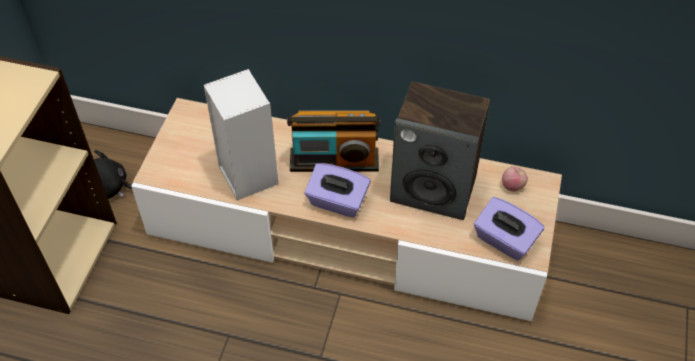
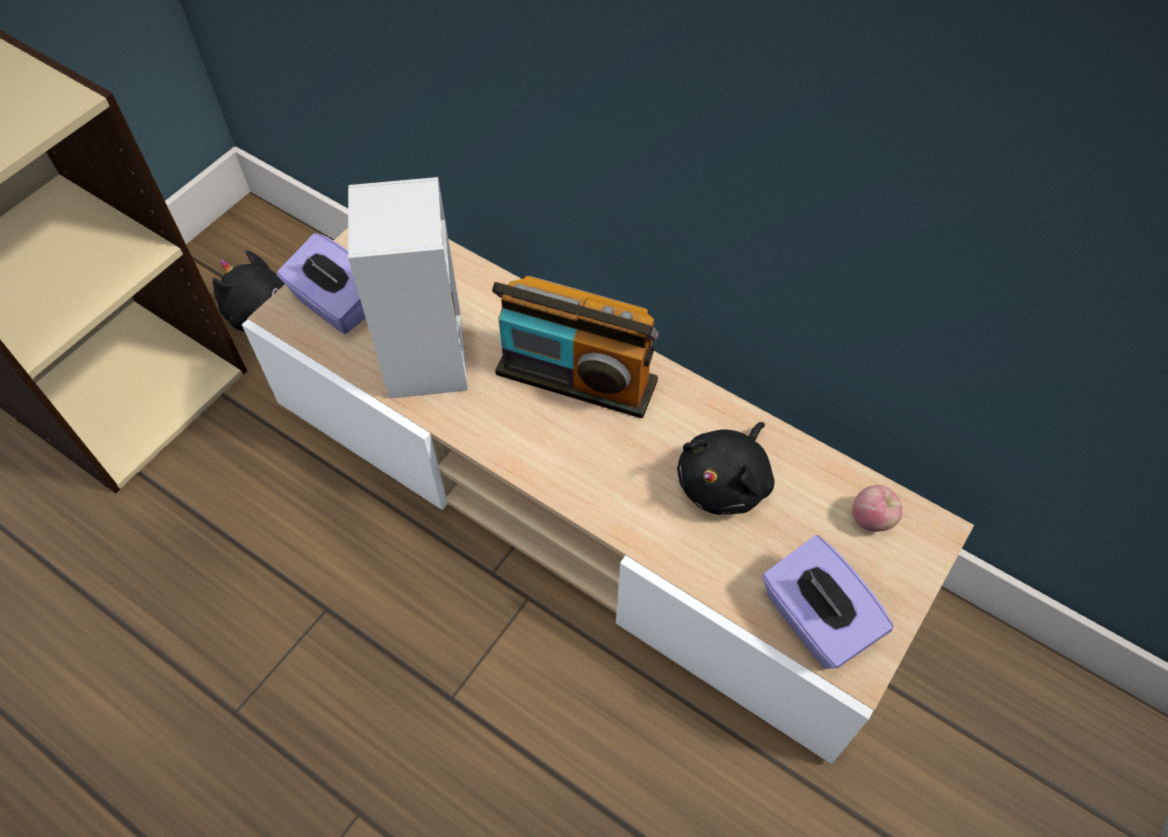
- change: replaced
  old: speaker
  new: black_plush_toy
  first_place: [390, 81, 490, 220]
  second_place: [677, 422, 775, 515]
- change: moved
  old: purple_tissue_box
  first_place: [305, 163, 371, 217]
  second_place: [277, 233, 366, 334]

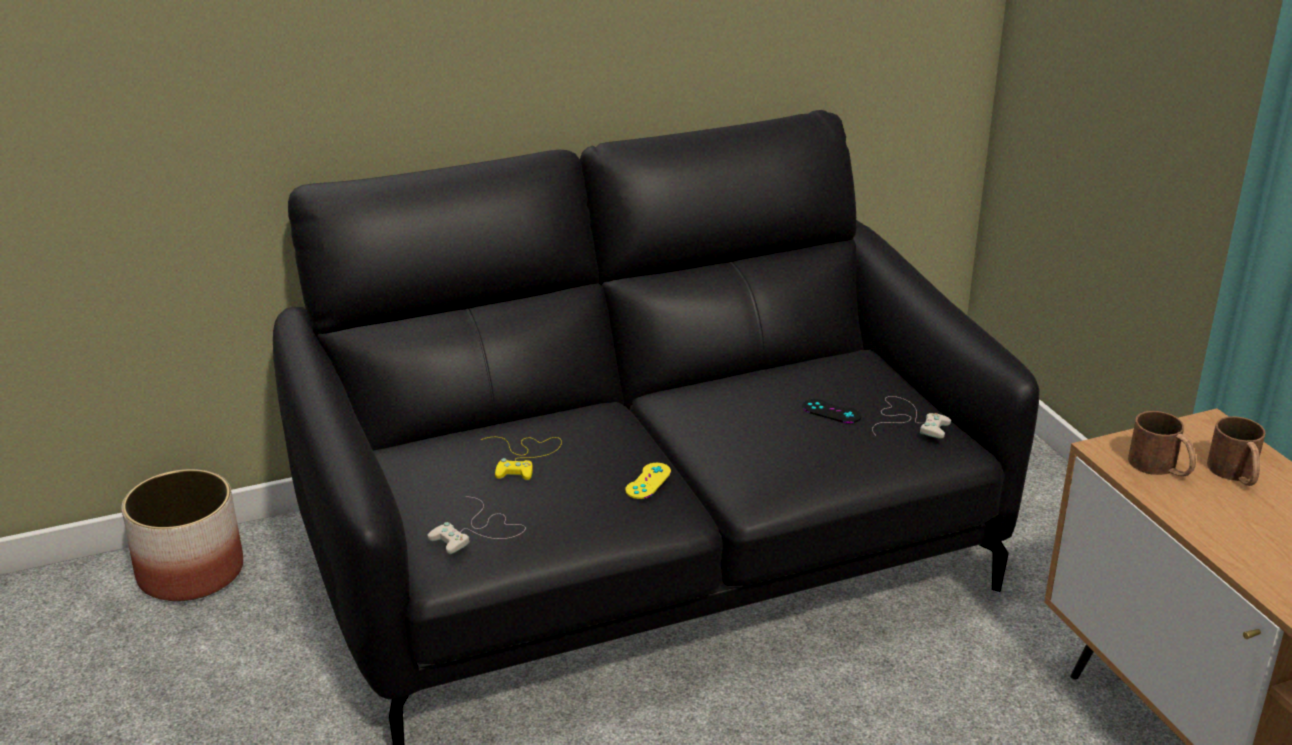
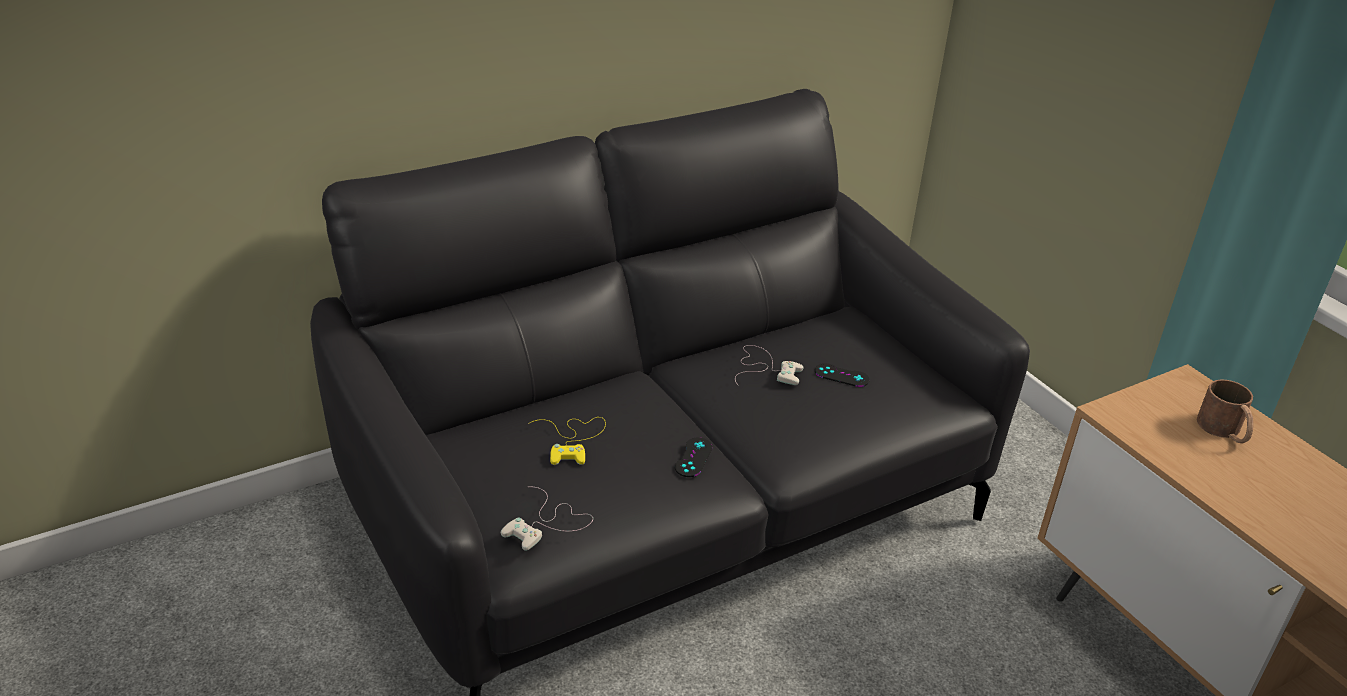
- change: moved
  old: white_game_controller
  first_place: [872, 396, 951, 439]
  second_place: [735, 345, 804, 386]
- change: removed
  old: brown_mug
  first_place: [1128, 411, 1196, 477]
- change: recoloured
  old: yellow_game_controller
  new: black_game_controller
  first_place: [625, 463, 671, 499]
  second_place: [675, 438, 712, 477]
- change: removed
  old: planter
  first_place: [122, 469, 243, 601]

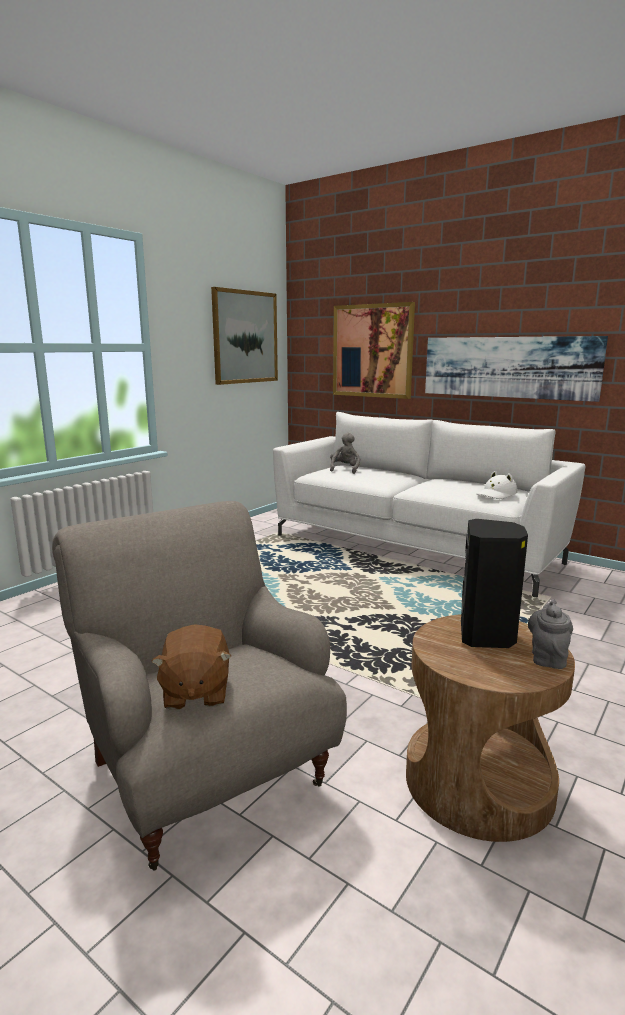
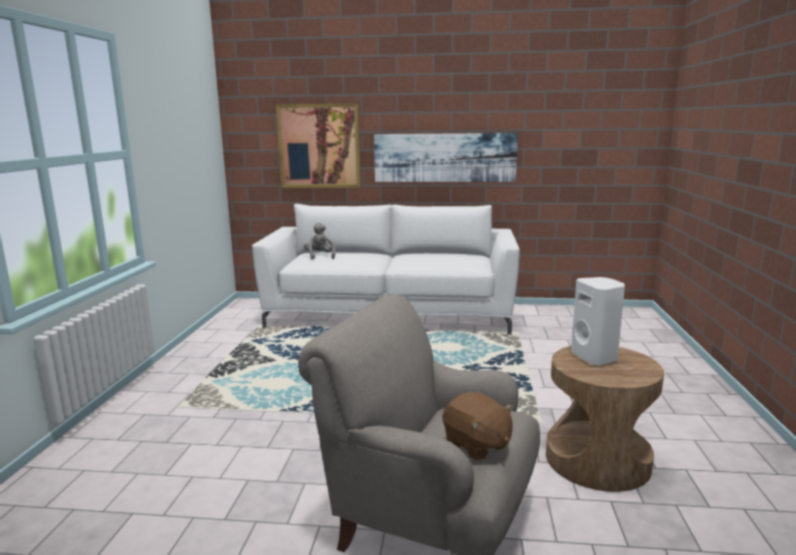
- change: removed
  old: picture
  first_place: [211, 287, 278, 385]
- change: removed
  old: white_hat
  first_place: [477, 471, 518, 499]
- change: recoloured
  old: black_speaker
  new: white_speaker
  first_place: [461, 519, 528, 648]
  second_place: [571, 277, 625, 366]
- change: removed
  old: grey_teapot
  first_place: [528, 599, 573, 669]

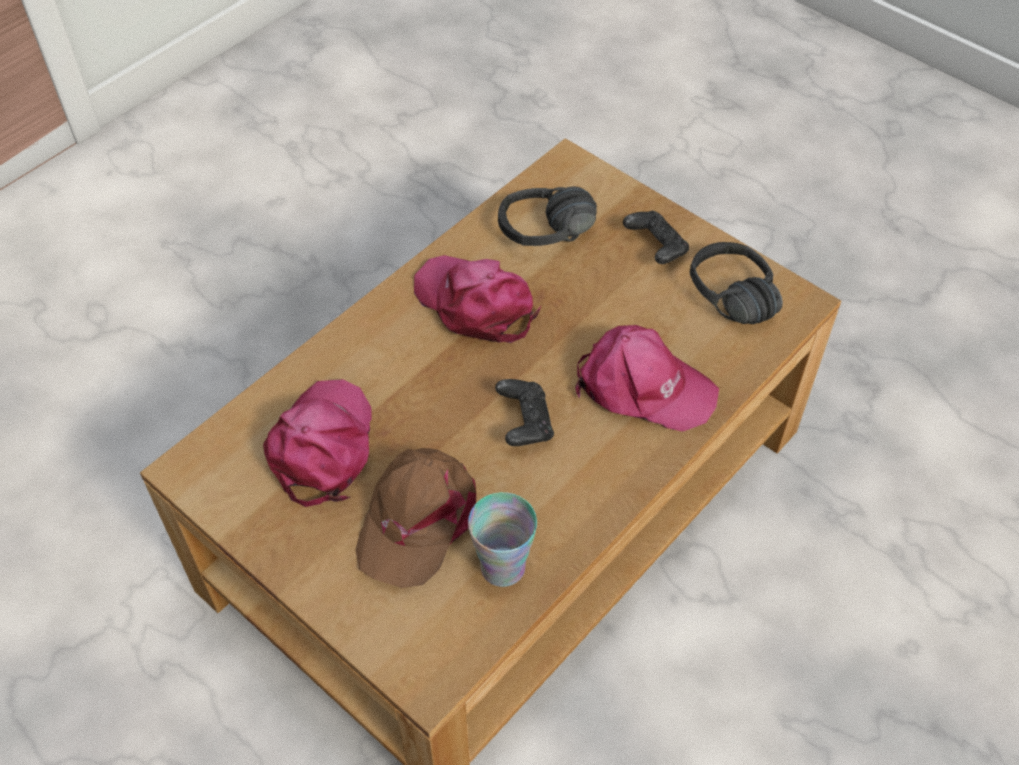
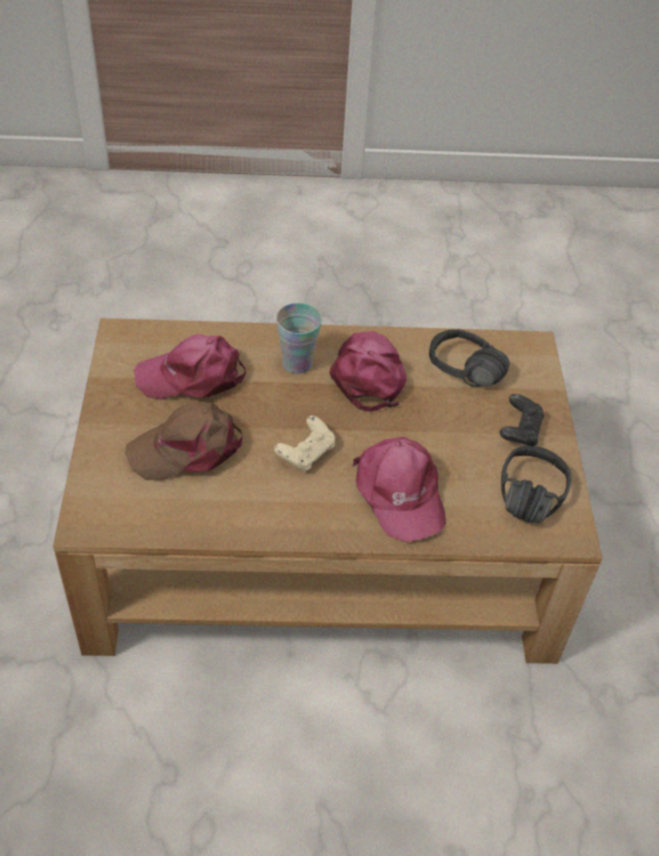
- change: turned
  old: pink_cap
  first_place: [263, 379, 372, 507]
  second_place: [134, 334, 246, 400]
  degrees: -150
- change: recoloured
  old: black_game_controller
  new: beige_game_controller
  first_place: [495, 379, 554, 446]
  second_place: [274, 416, 335, 472]
- change: moved
  old: cup
  first_place: [468, 492, 537, 587]
  second_place: [276, 303, 322, 374]

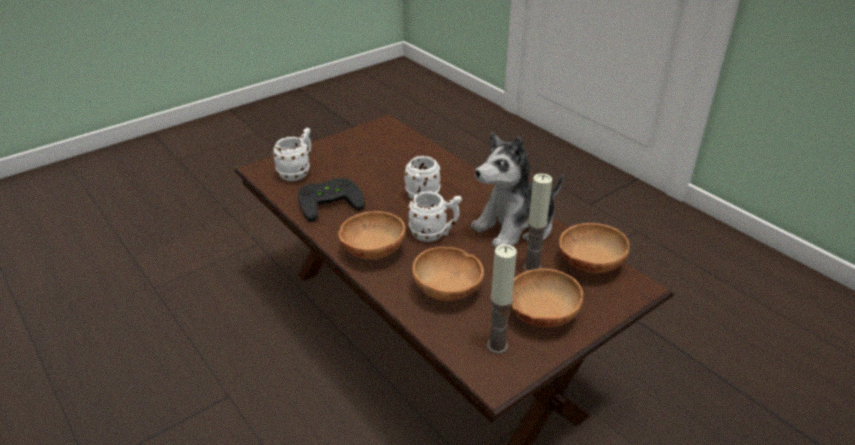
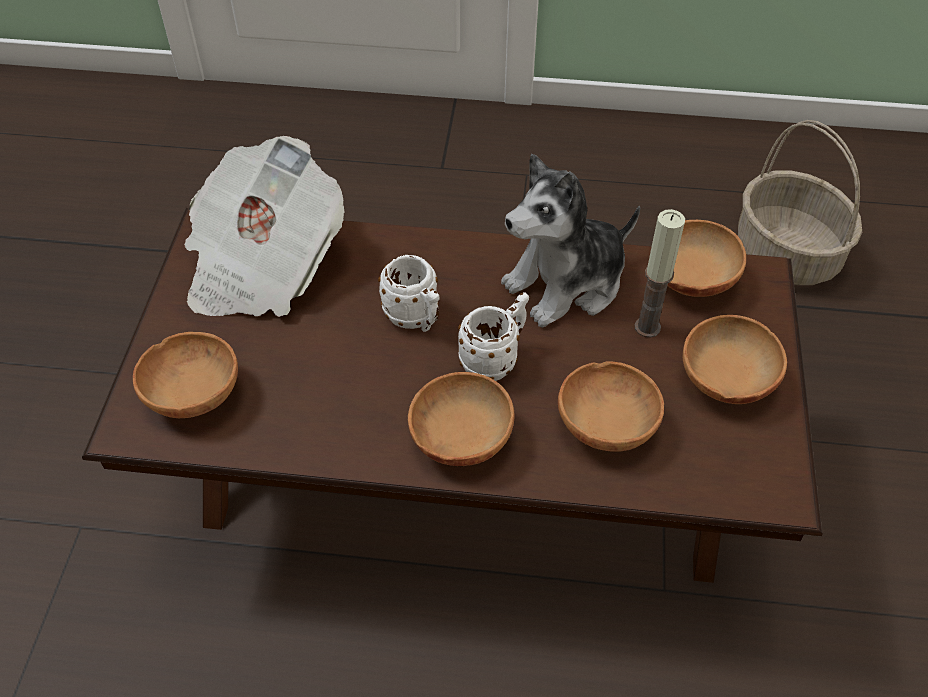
- change: replaced
  old: white_mug
  new: brown_bowl
  first_place: [273, 128, 311, 181]
  second_place: [133, 332, 238, 418]
- change: turned
  old: plush_toy
  first_place: [471, 133, 564, 248]
  second_place: [501, 154, 640, 328]
  degrees: 45
- change: removed
  old: black_game_controller
  first_place: [298, 178, 365, 222]
- change: removed
  old: candle
  first_place: [487, 244, 517, 354]
- change: added
  new: basket
  second_place: [738, 120, 862, 285]
- change: added
  new: newspaper
  second_place: [184, 136, 345, 317]

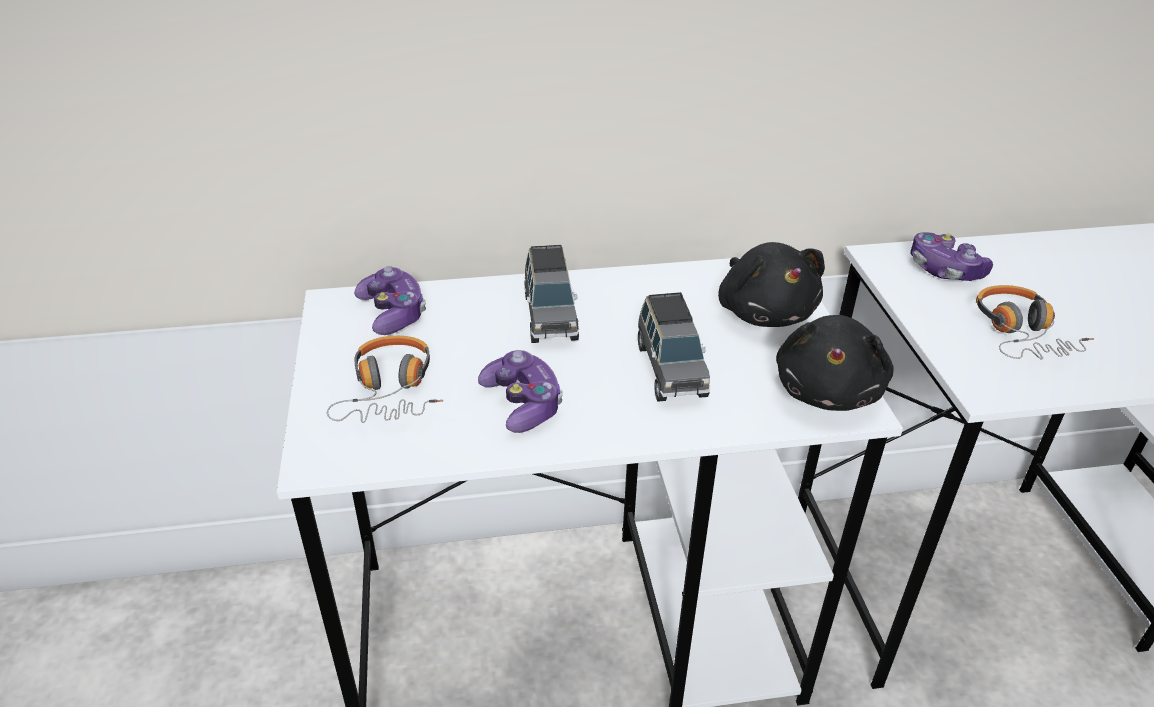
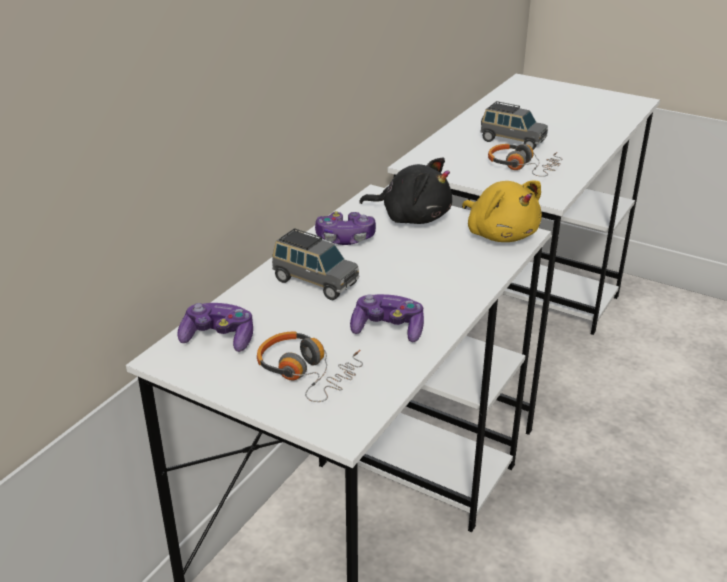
- change: moved
  old: game_controller
  first_place: [910, 232, 993, 281]
  second_place: [315, 211, 376, 245]
- change: moved
  old: grey_toy_car
  first_place: [638, 292, 710, 402]
  second_place: [480, 101, 548, 150]
- change: recoloured
  old: black_plush_toy
  new: yellow_plush_toy
  first_place: [776, 315, 894, 411]
  second_place: [462, 181, 542, 242]

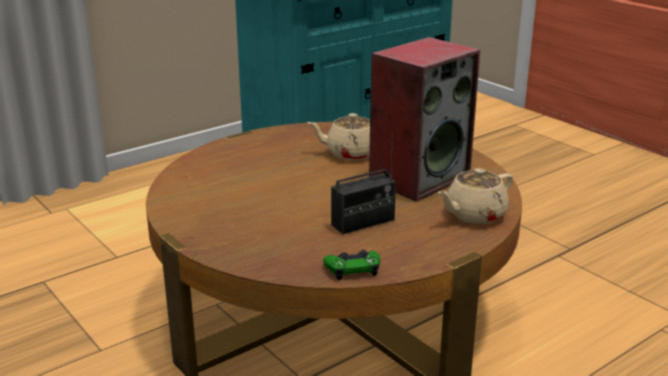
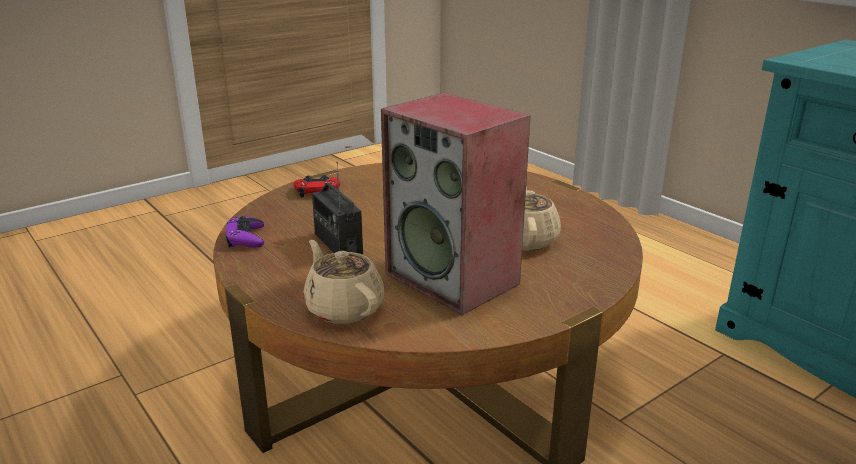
- change: recoloured
  old: green_game_controller
  new: purple_game_controller
  first_place: [323, 250, 380, 280]
  second_place: [226, 216, 264, 248]
- change: added
  new: red_game_controller
  second_place: [294, 175, 340, 197]

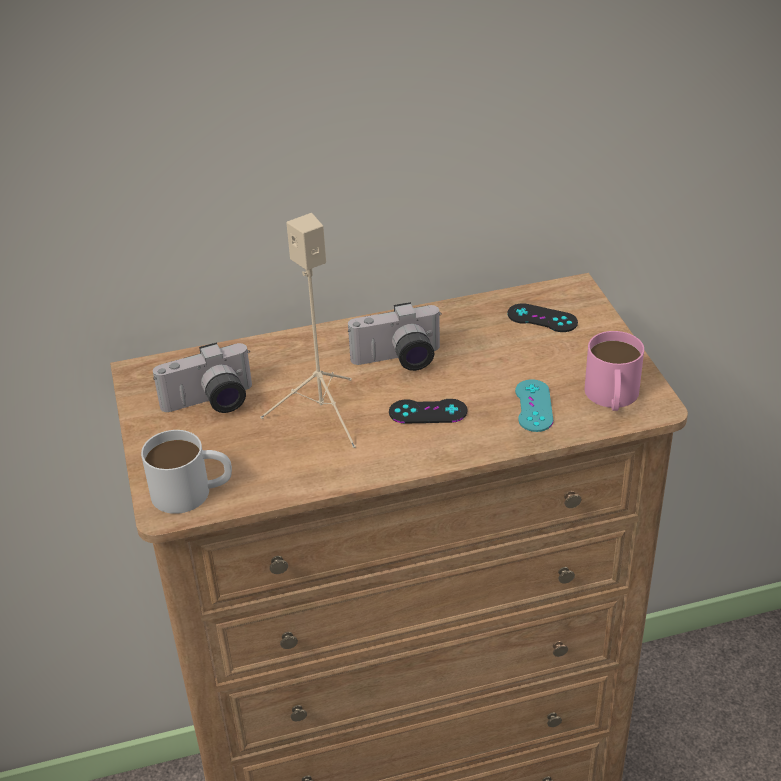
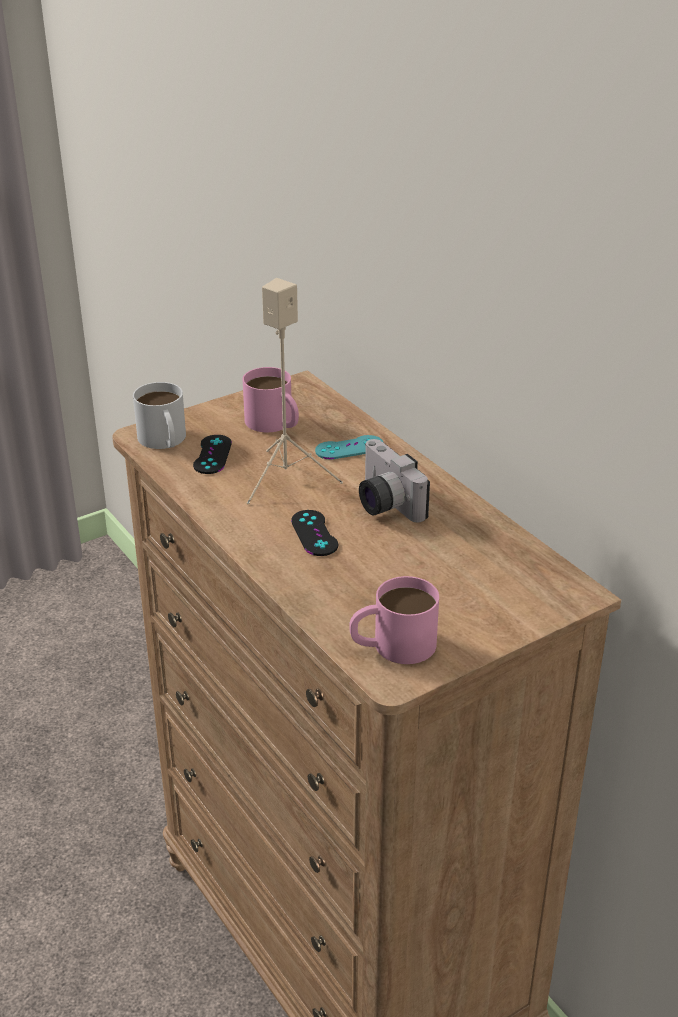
- change: moved
  old: black_game_controller
  first_place: [508, 303, 578, 332]
  second_place: [193, 435, 232, 474]
- change: replaced
  old: photo_camera
  new: pink_mug
  first_place: [153, 343, 252, 413]
  second_place: [243, 367, 299, 432]
- change: moved
  old: turquoise_game_controller
  first_place: [515, 379, 553, 432]
  second_place: [315, 435, 384, 460]

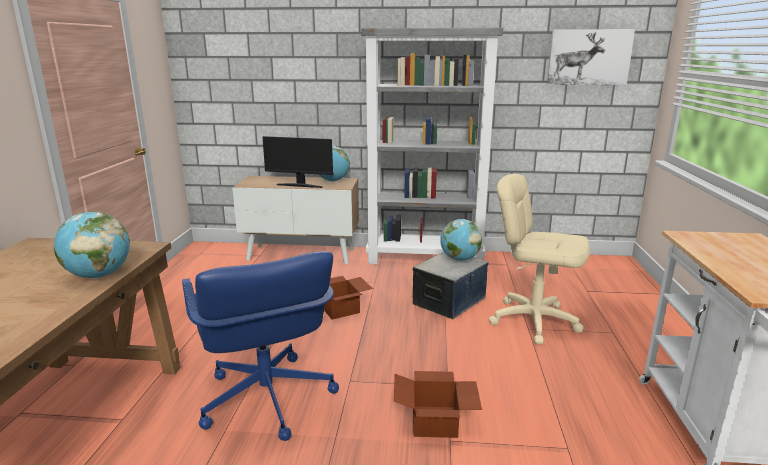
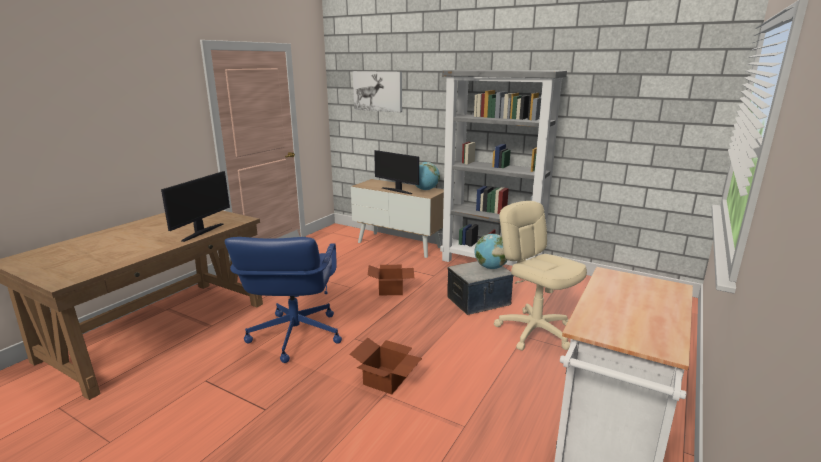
- change: moved
  old: picture
  first_place: [547, 29, 635, 85]
  second_place: [353, 71, 402, 113]
- change: replaced
  old: globe
  new: monitor
  first_place: [54, 212, 130, 278]
  second_place: [161, 171, 230, 242]

